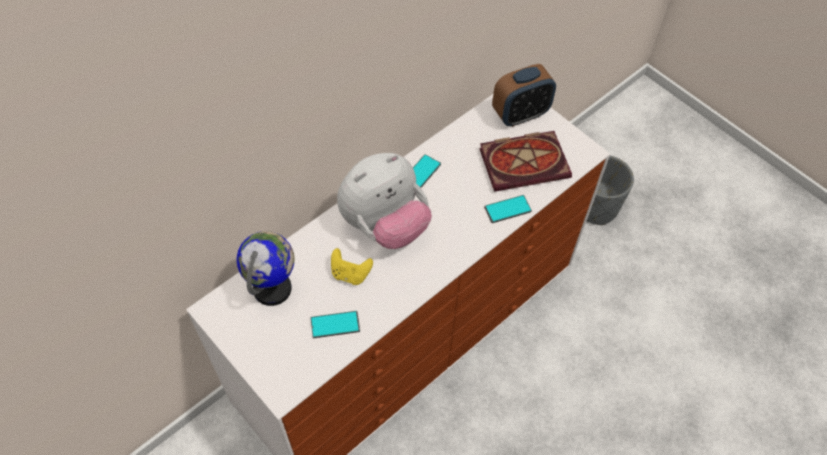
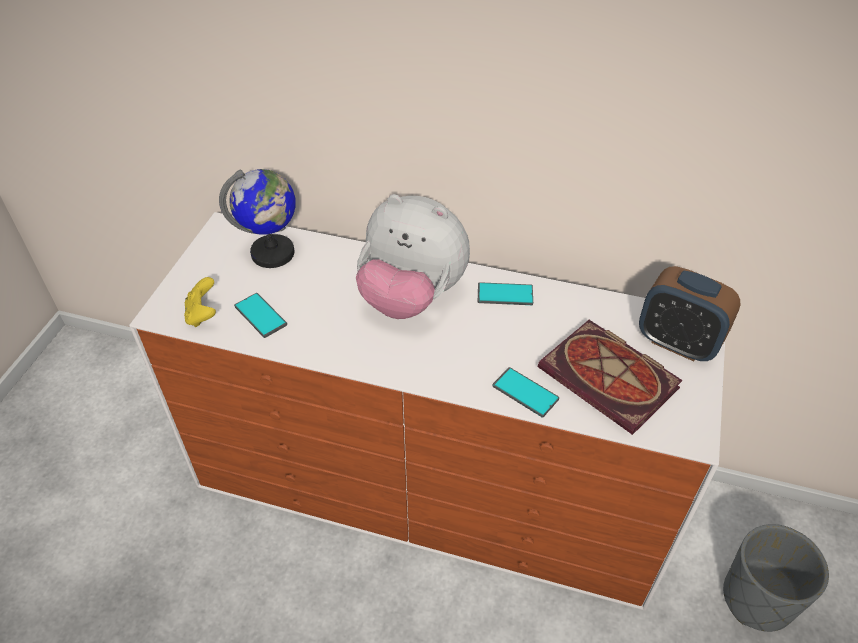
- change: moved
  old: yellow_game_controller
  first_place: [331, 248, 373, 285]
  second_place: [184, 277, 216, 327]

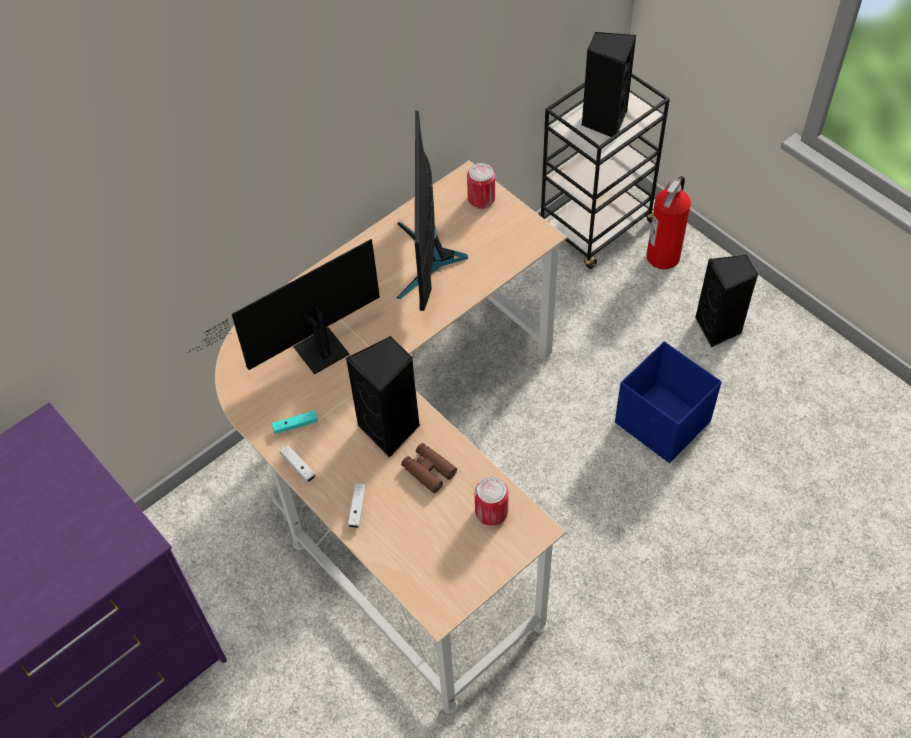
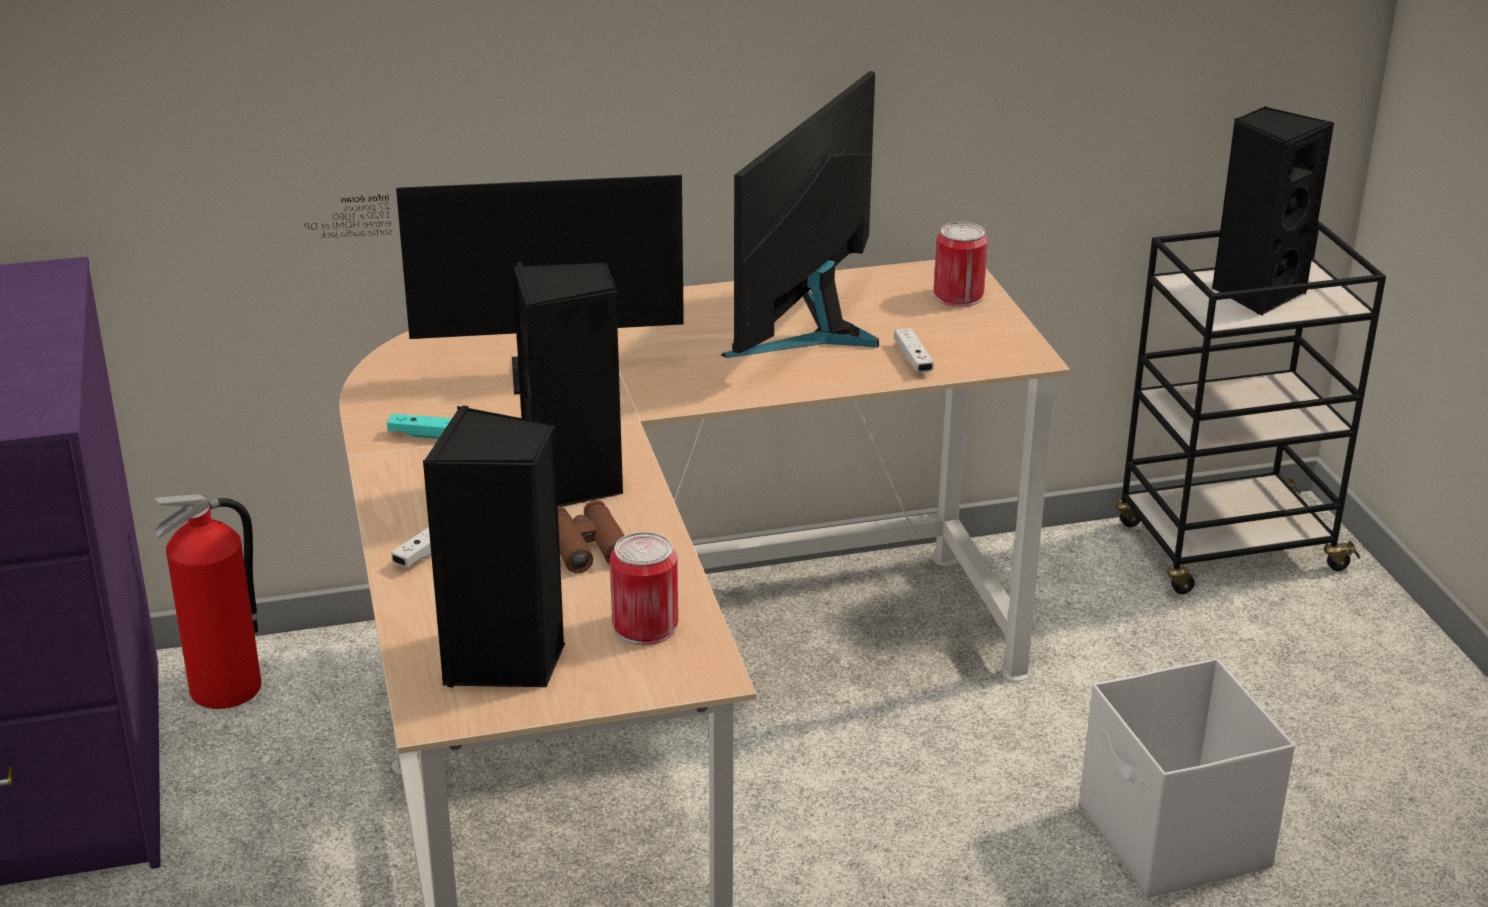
- change: moved
  old: fire_extinguisher
  first_place: [647, 176, 691, 269]
  second_place: [154, 494, 261, 709]
- change: moved
  old: black_speaker
  first_place: [695, 255, 758, 347]
  second_place: [423, 406, 565, 687]
- change: recoloured
  old: blue_storage_box
  new: white_storage_box
  first_place: [615, 341, 722, 463]
  second_place: [1079, 658, 1295, 898]
- change: moved
  old: white_game_controller
  first_place: [280, 445, 316, 482]
  second_place: [894, 328, 934, 373]

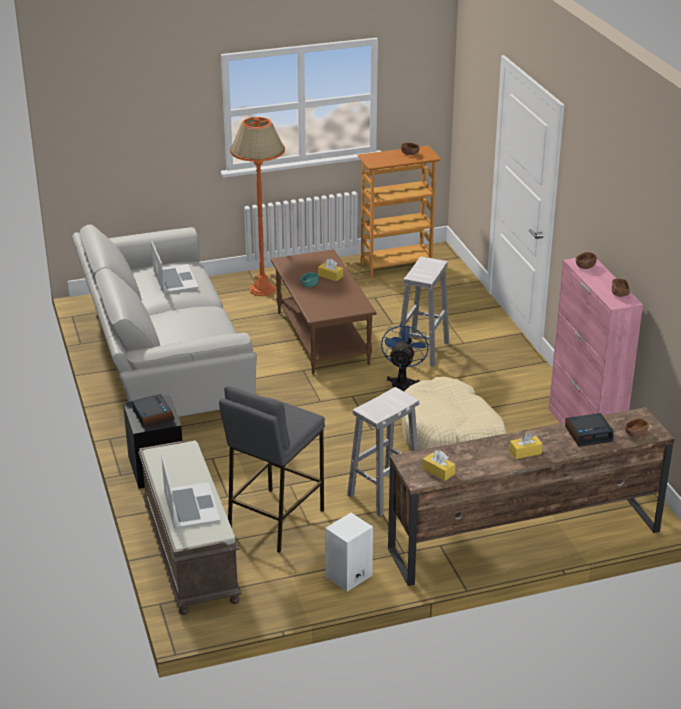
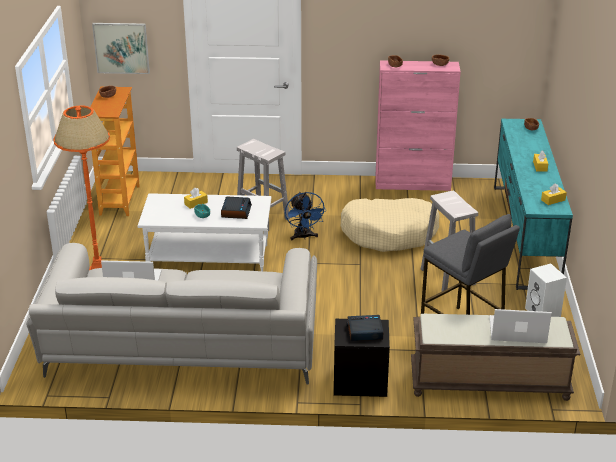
- change: recoloured
  old: brown_coffee_table
  new: white_coffee_table
  first_place: [271, 249, 376, 374]
  second_place: [138, 193, 271, 271]
- change: turned
  old: blue_fan
  first_place: [381, 321, 429, 391]
  second_place: [285, 192, 326, 240]
  degrees: -135
- change: recoloured
  old: brown_tv_stand
  new: turquoise_tv_stand
  first_place: [388, 407, 674, 586]
  second_place: [494, 119, 573, 290]
- change: moved
  old: alarm_clock
  first_place: [565, 413, 613, 446]
  second_place: [221, 196, 252, 219]
- change: added
  new: picture
  second_place: [92, 23, 150, 74]

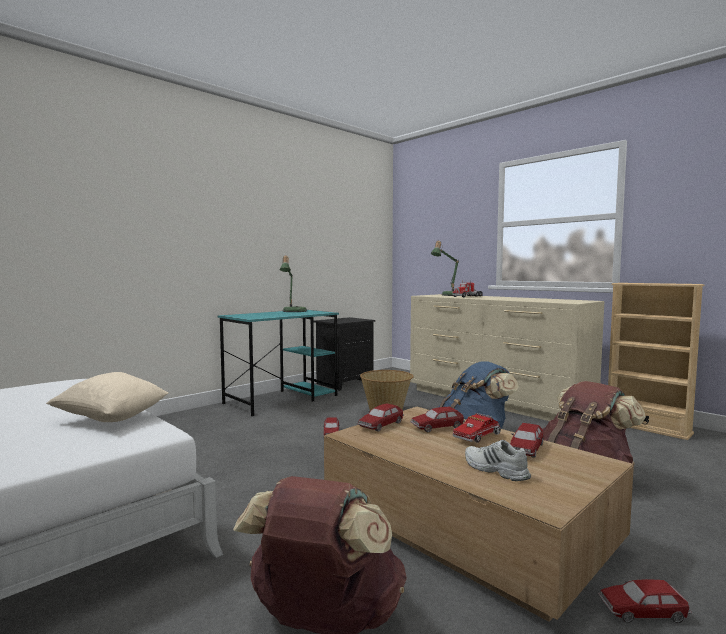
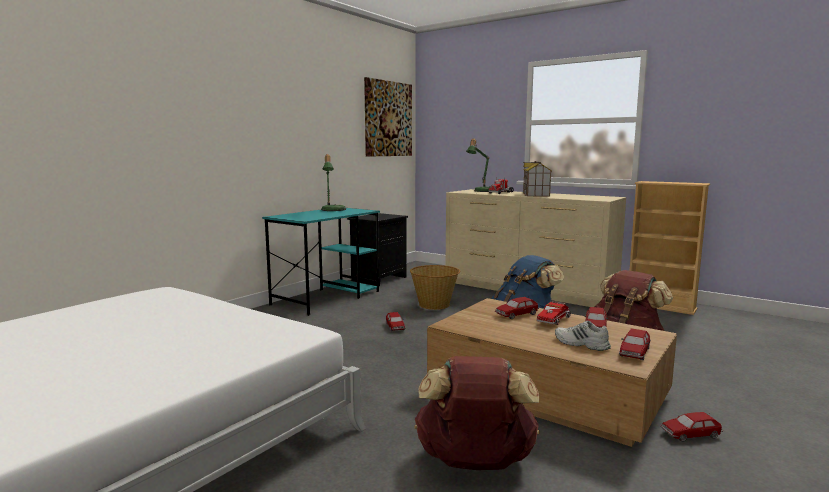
- change: removed
  old: beige_pillow
  first_place: [46, 372, 168, 422]
- change: moved
  old: toy_car
  first_place: [357, 403, 404, 431]
  second_place: [619, 328, 651, 360]
- change: added
  new: picture
  second_place: [364, 77, 412, 157]
- change: added
  new: toy_house
  second_place: [523, 161, 552, 197]

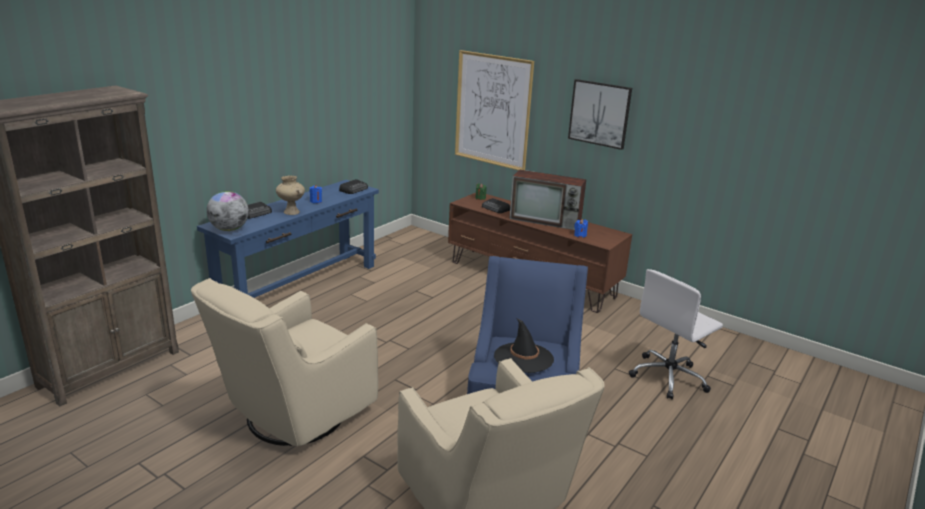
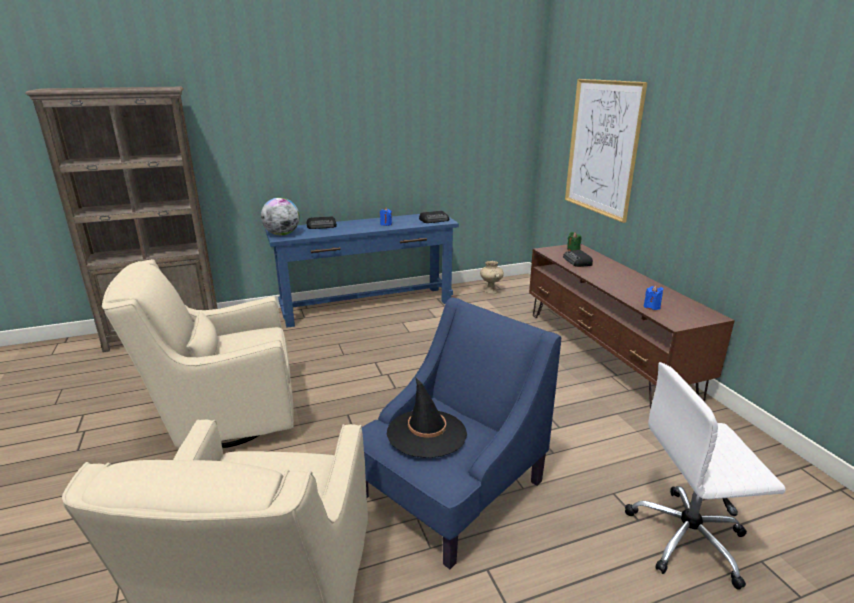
- change: removed
  old: picture
  first_place: [568, 79, 632, 150]
- change: removed
  old: television
  first_place: [509, 170, 586, 230]
- change: moved
  old: beige_vase
  first_place: [276, 176, 305, 215]
  second_place: [480, 261, 504, 294]

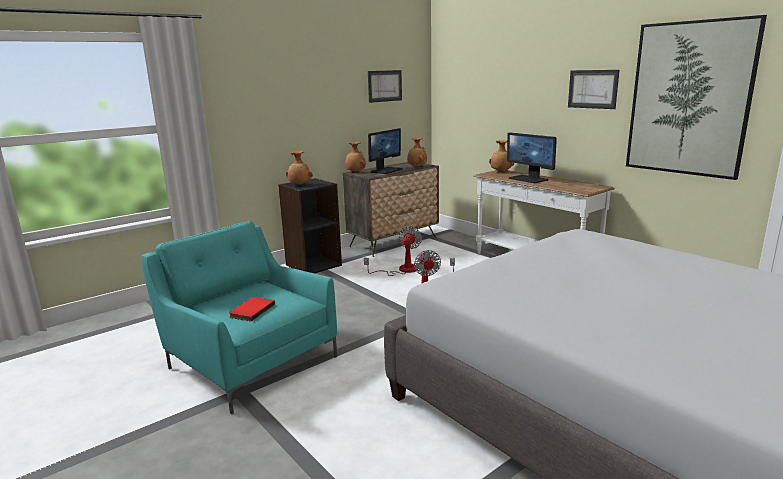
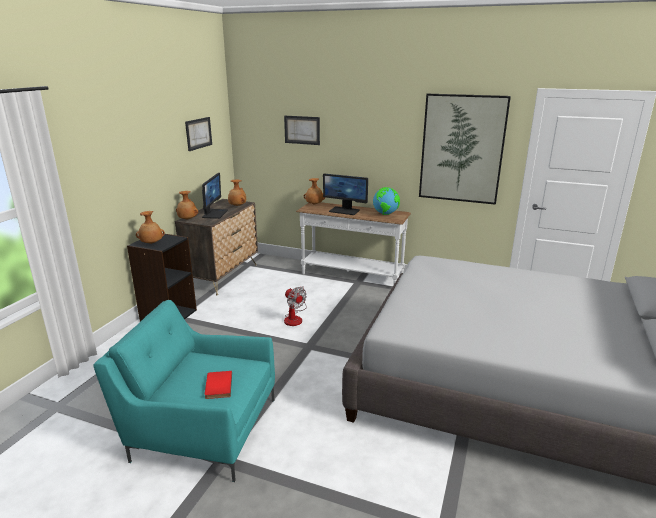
- change: moved
  old: picture
  first_place: [568, 70, 619, 109]
  second_place: [284, 116, 320, 145]
- change: removed
  old: fan
  first_place: [364, 226, 422, 276]
- change: added
  new: globe
  second_place: [373, 187, 400, 215]

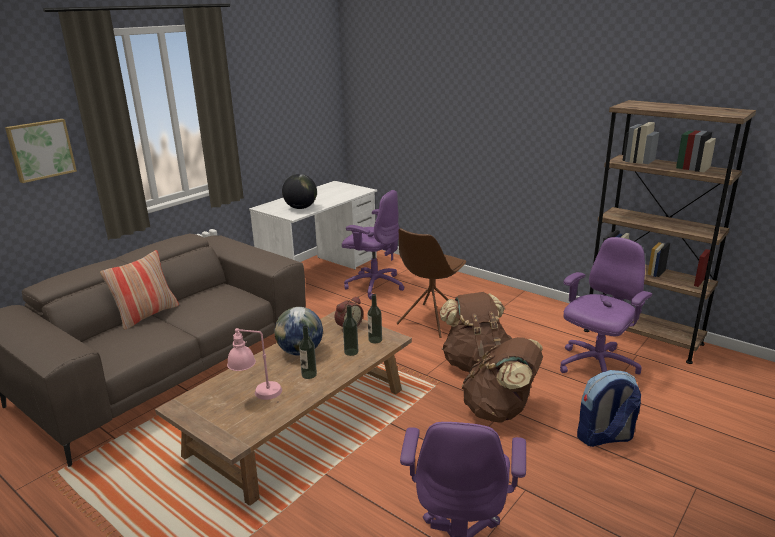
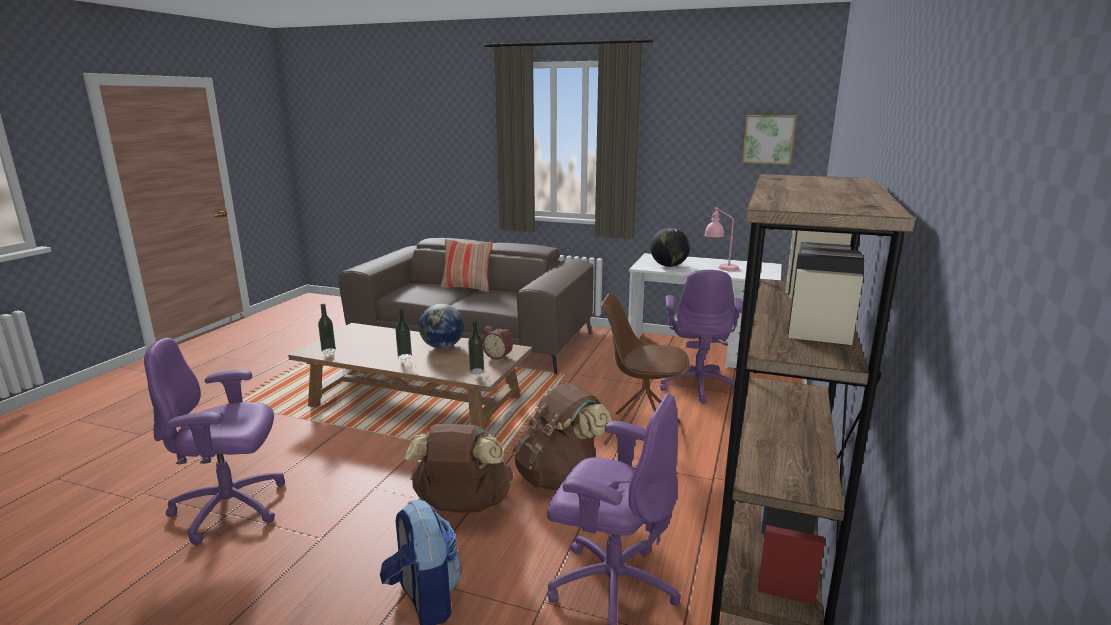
- change: moved
  old: picture
  first_place: [5, 119, 77, 183]
  second_place: [742, 115, 796, 164]
- change: moved
  old: bottle
  first_place: [343, 305, 358, 356]
  second_place: [318, 304, 336, 354]
- change: moved
  old: pink_table_lamp
  first_place: [227, 328, 282, 400]
  second_place: [704, 207, 739, 271]

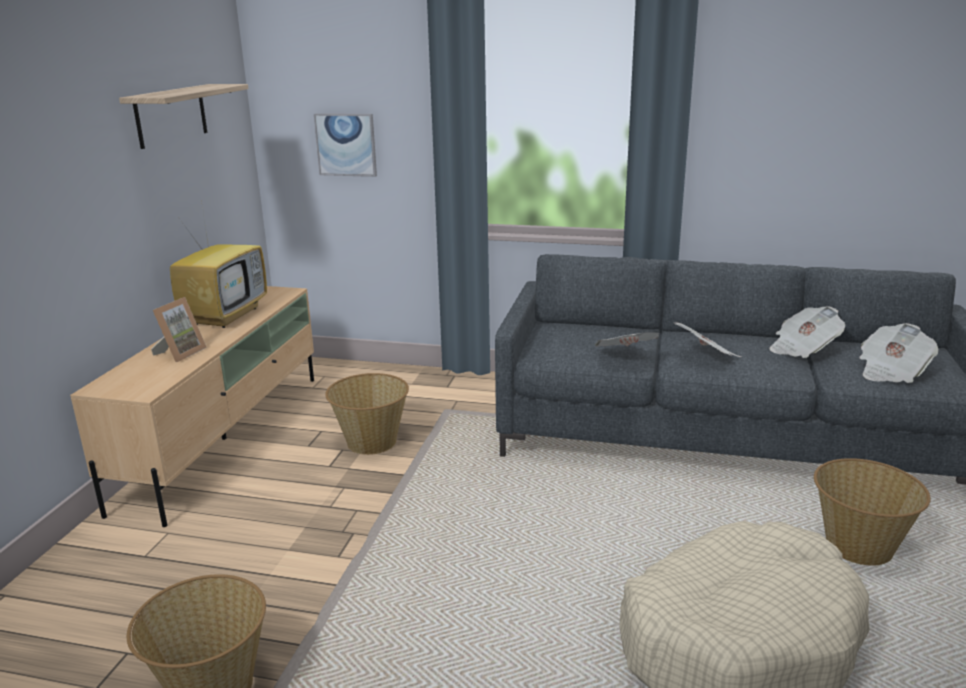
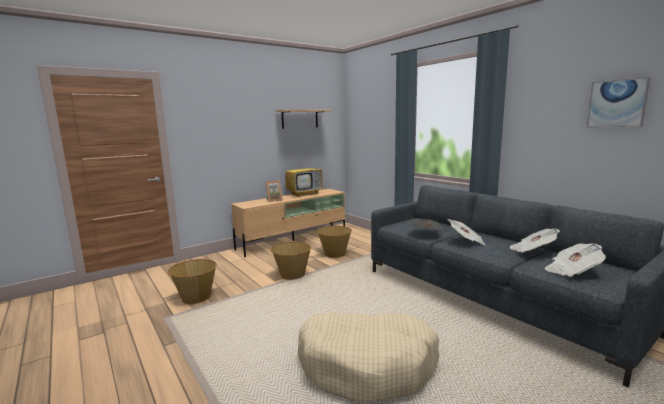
- change: moved
  old: picture
  first_place: [314, 113, 377, 177]
  second_place: [587, 77, 650, 127]
- change: moved
  old: basket
  first_place: [814, 458, 931, 566]
  second_place: [270, 242, 311, 280]

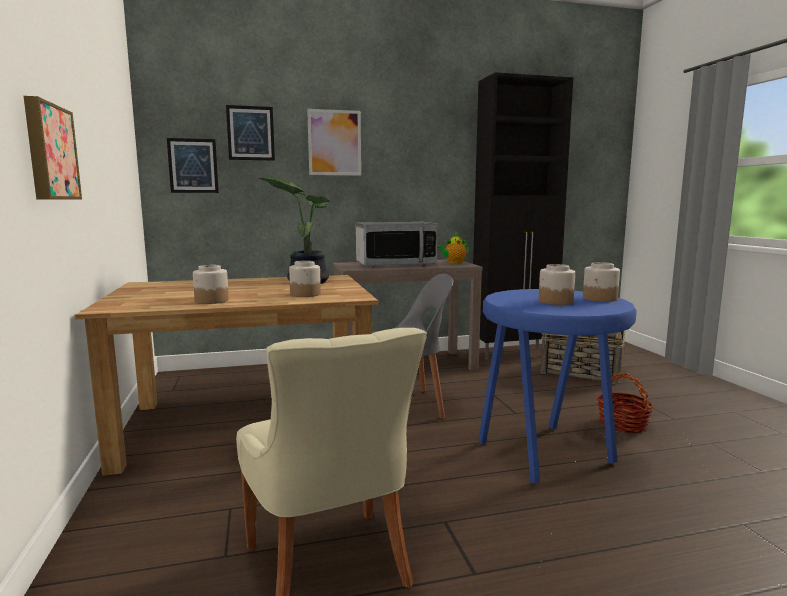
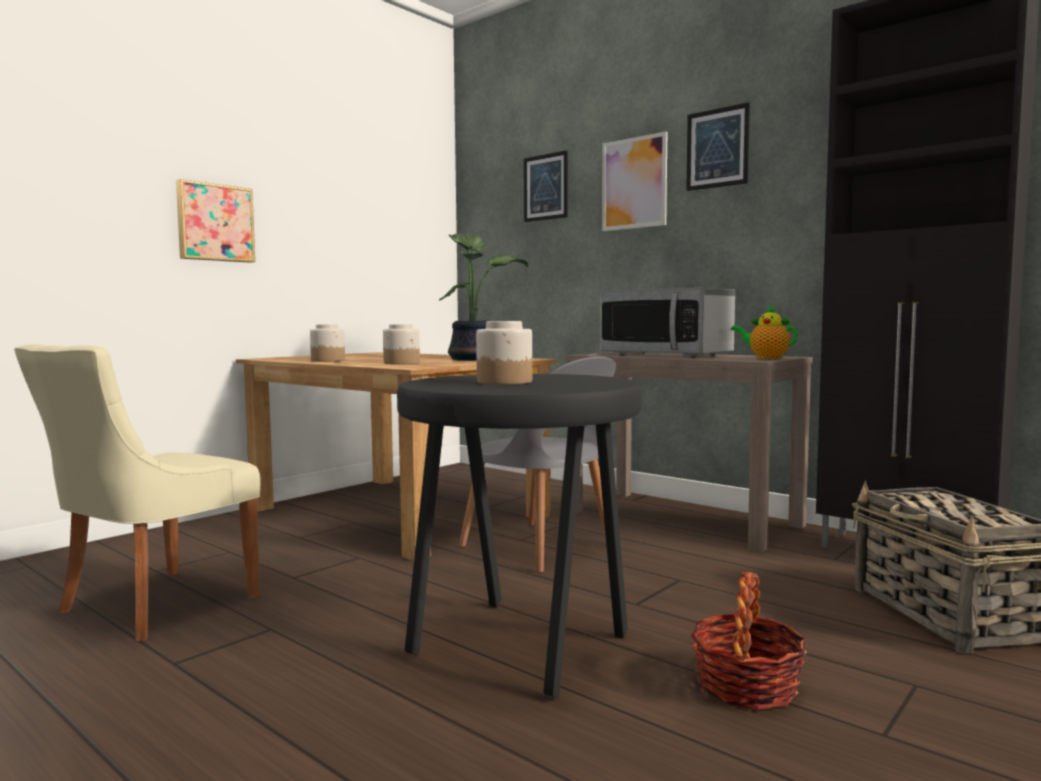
- change: moved
  old: picture
  first_place: [167, 138, 219, 193]
  second_place: [686, 102, 750, 191]
- change: removed
  old: jar
  first_place: [583, 262, 620, 302]
- change: recoloured
  old: blue_stool
  new: black_stool
  first_place: [478, 289, 637, 484]
  second_place: [397, 374, 642, 698]

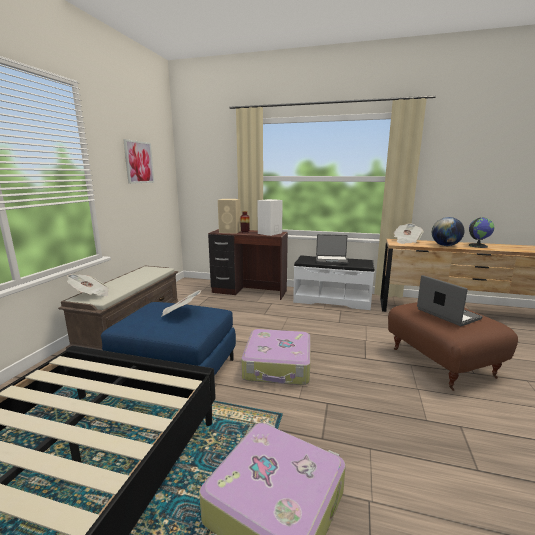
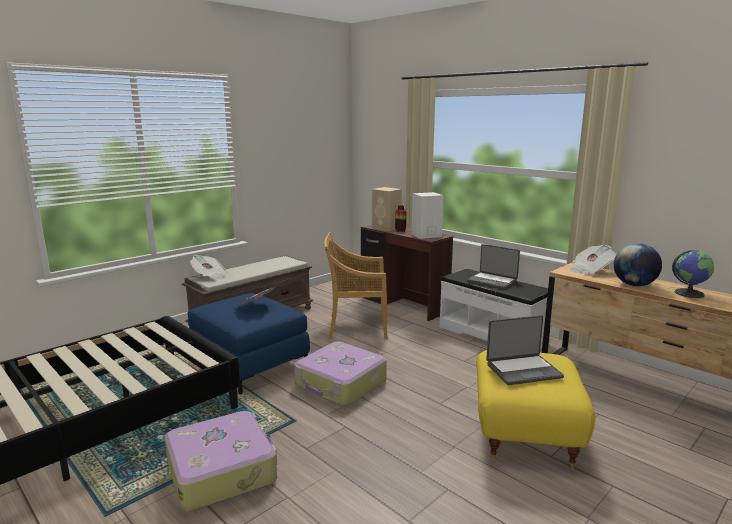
- change: removed
  old: picture
  first_place: [123, 139, 154, 184]
- change: turned
  old: laptop
  first_place: [417, 275, 483, 326]
  second_place: [486, 315, 564, 385]
  degrees: 75
- change: recoloured
  old: brown_ottoman
  new: yellow_ottoman
  first_place: [388, 302, 518, 391]
  second_place: [476, 350, 596, 470]
- change: added
  new: beige_chair
  second_place: [324, 232, 388, 339]

